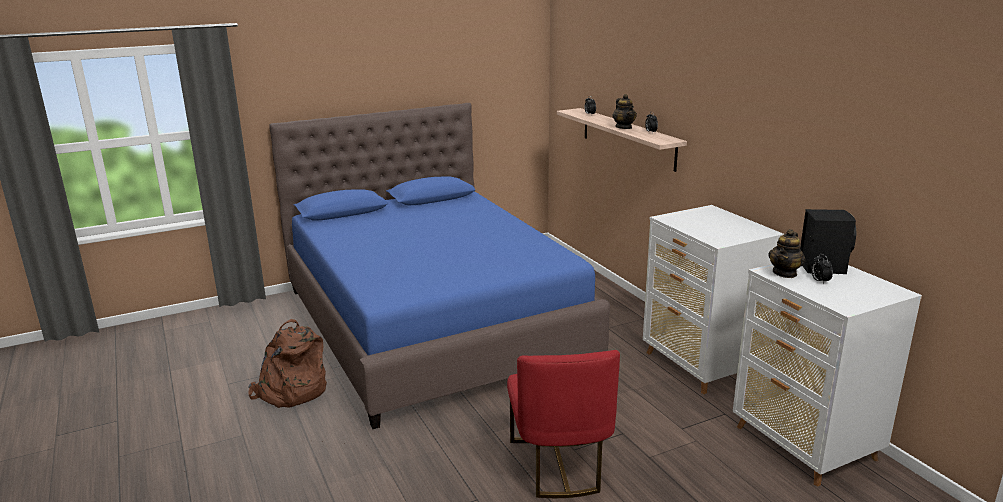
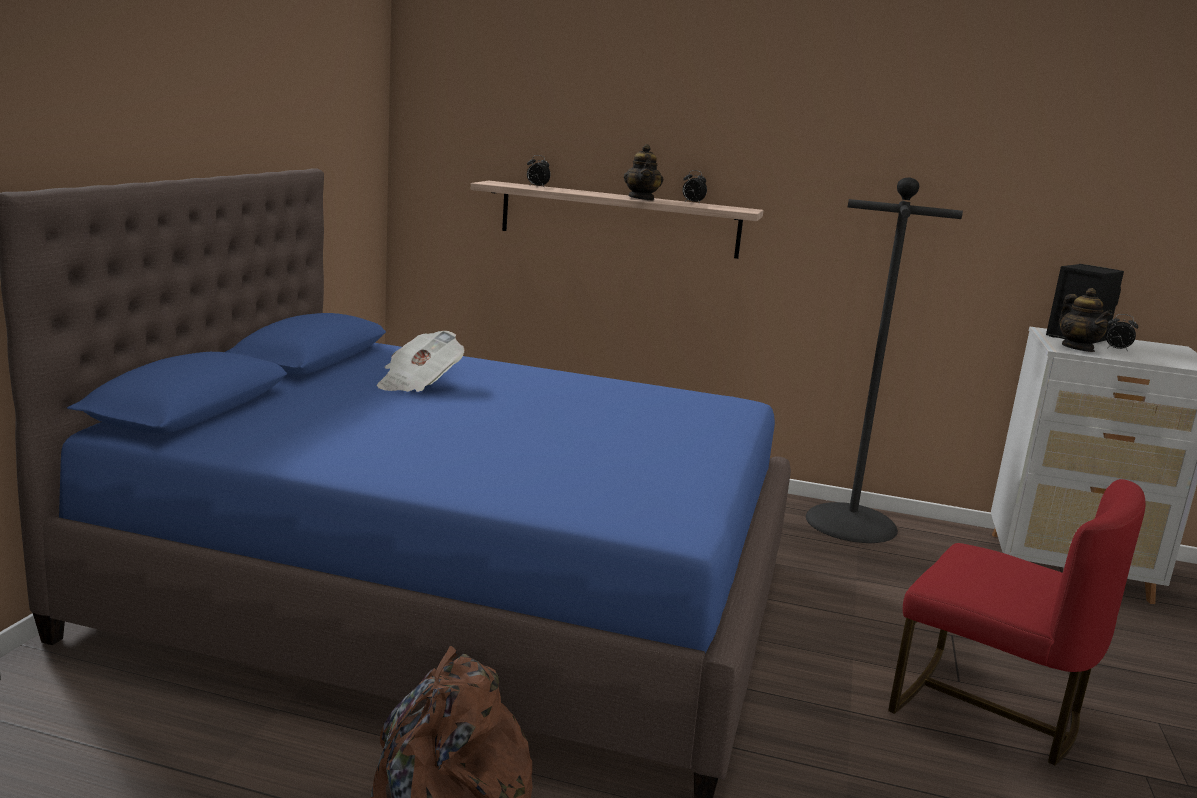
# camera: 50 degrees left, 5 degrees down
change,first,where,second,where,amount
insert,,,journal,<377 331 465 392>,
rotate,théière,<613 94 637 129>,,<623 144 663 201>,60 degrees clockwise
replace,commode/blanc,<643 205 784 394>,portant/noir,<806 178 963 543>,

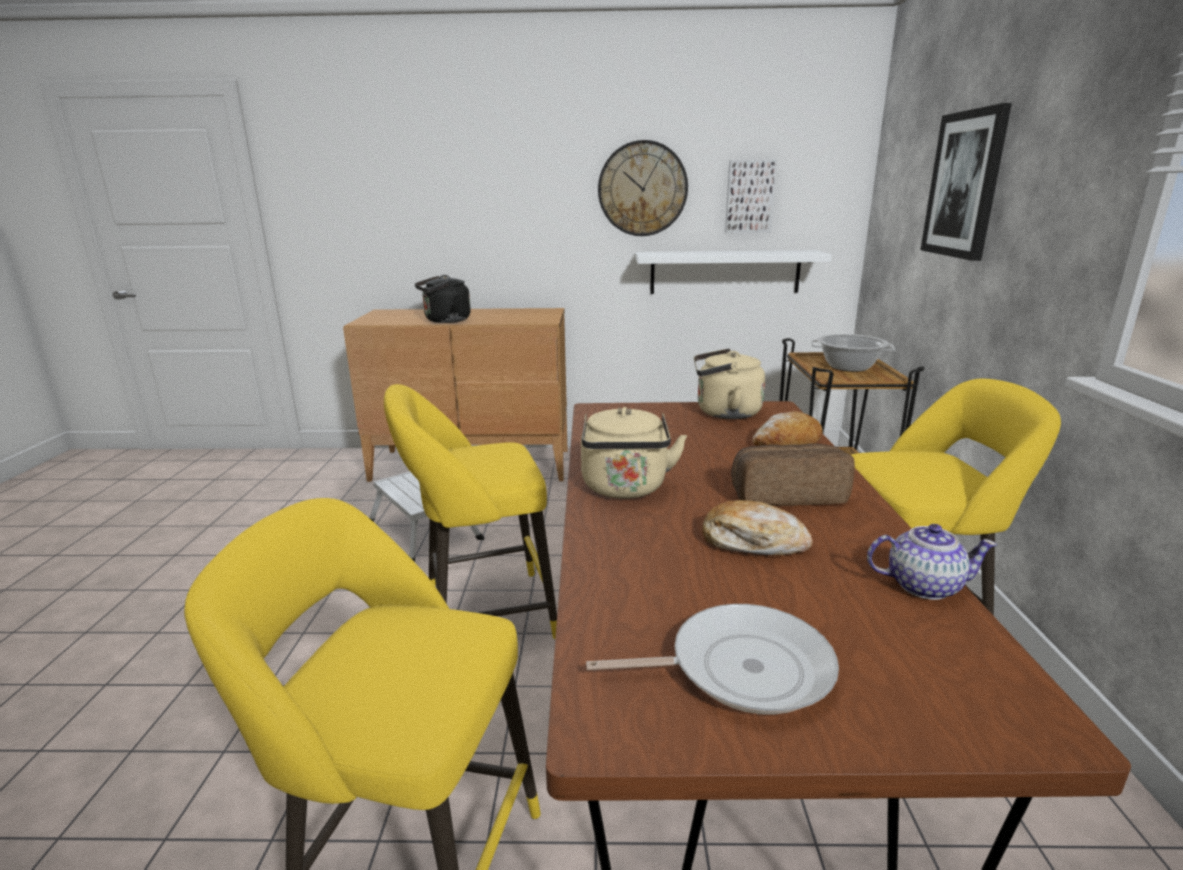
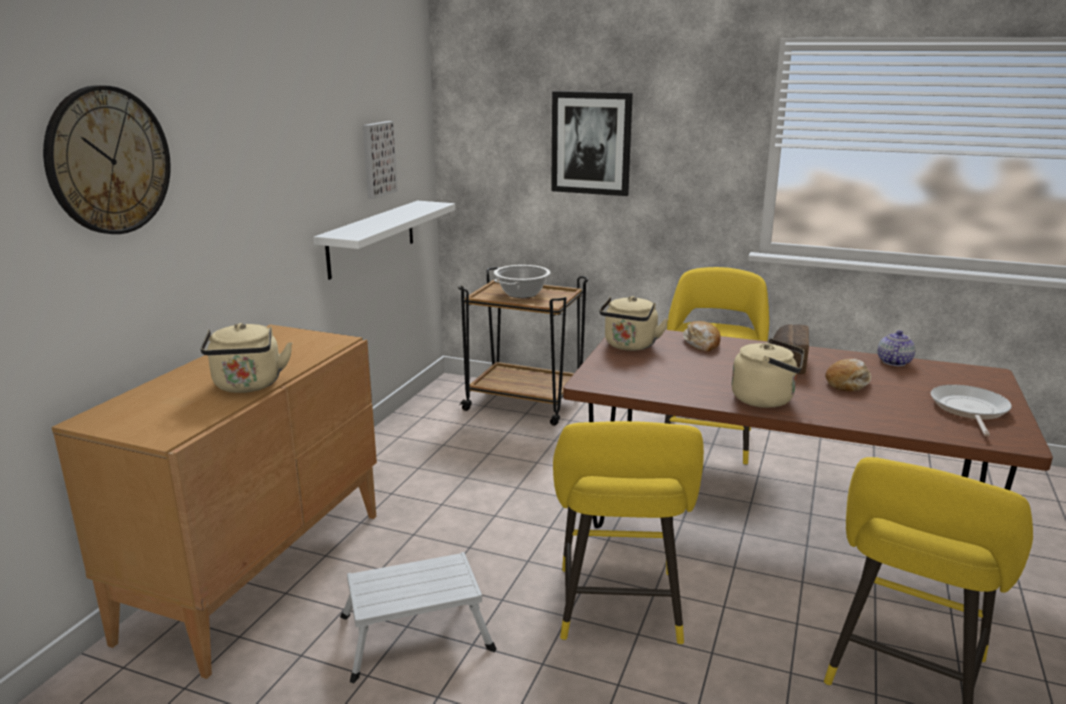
# camera: 70 degrees left, 0 degrees up
change,first,where,second,where,amount
move,horloge murale,<598 140 688 236>,,<43 85 171 234>,
recolor,bouilloire/noir,<415 275 471 323>,bouilloire/beige,<201 323 292 393>,

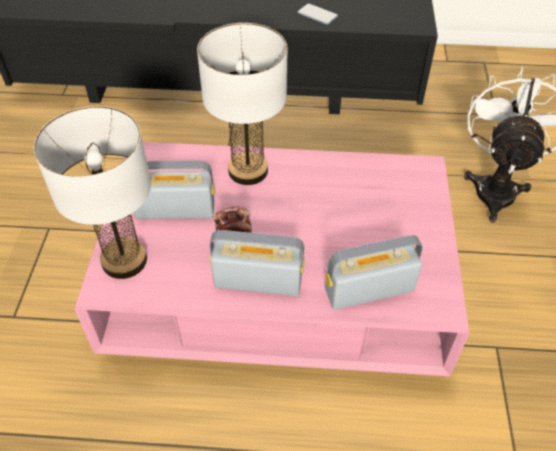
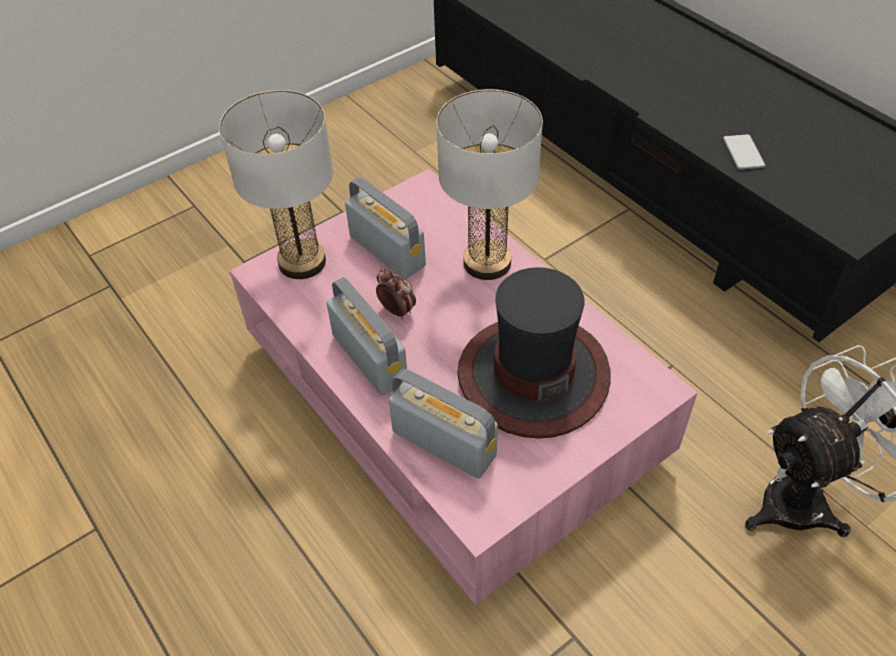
# camera: 50 degrees right, 0 degrees up
change,first,where,second,where,amount
insert,,,chapeau,<457 267 611 439>,

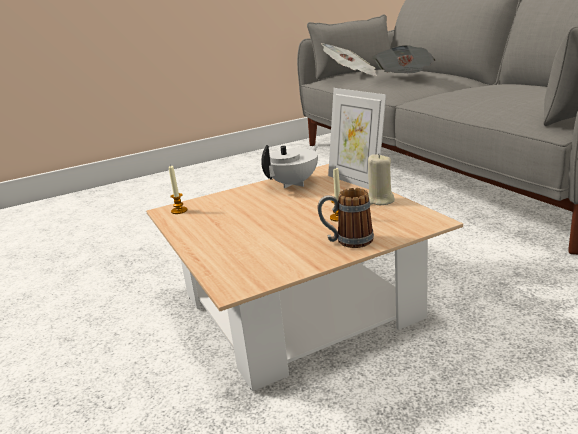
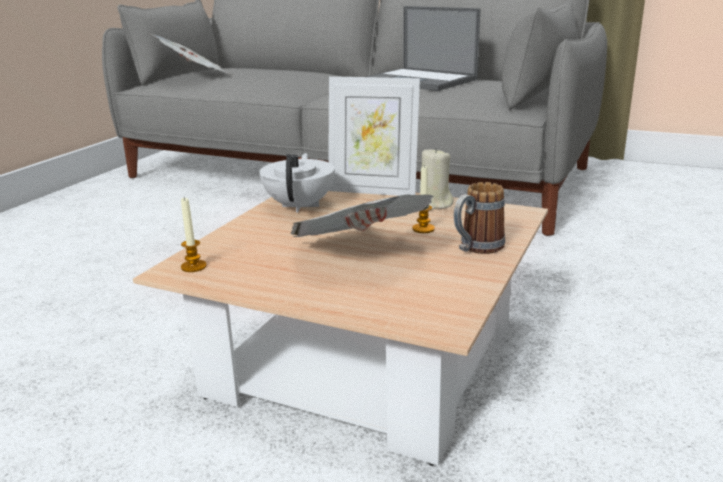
# camera: 40 degrees left, 0 degrees up
change,first,where,second,where,amount
move,journal,<372 45 435 73>,,<291 194 434 237>,
insert,,,ordinateur portable,<366 6 480 91>,

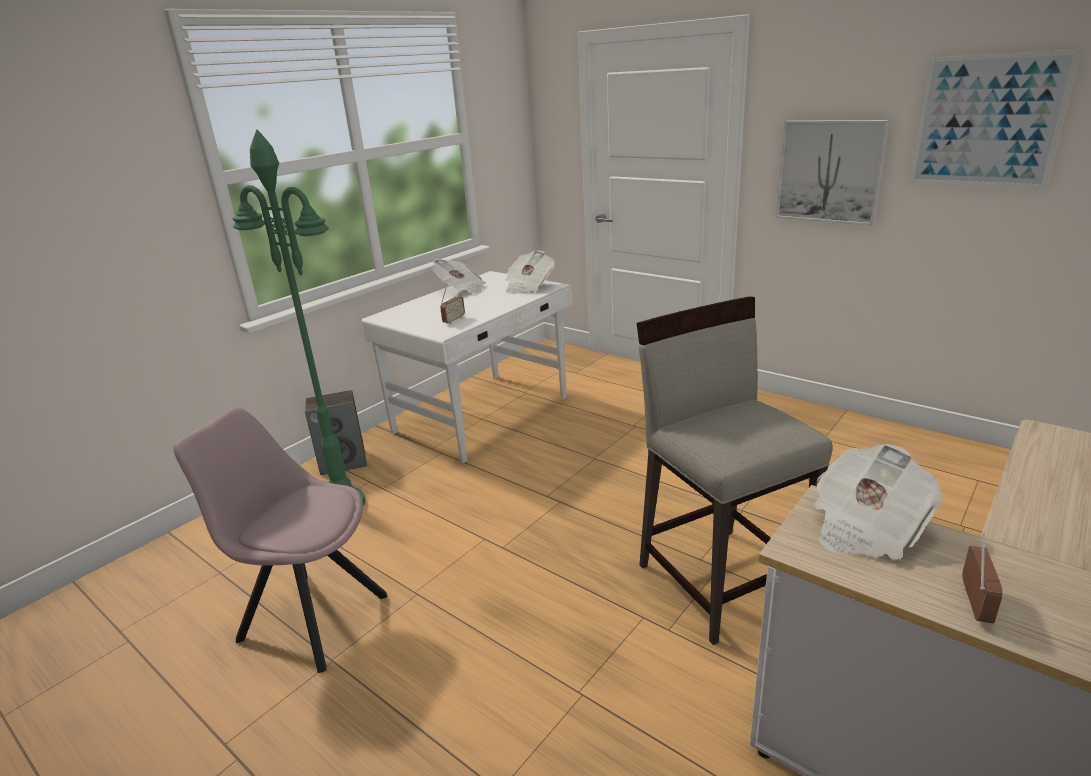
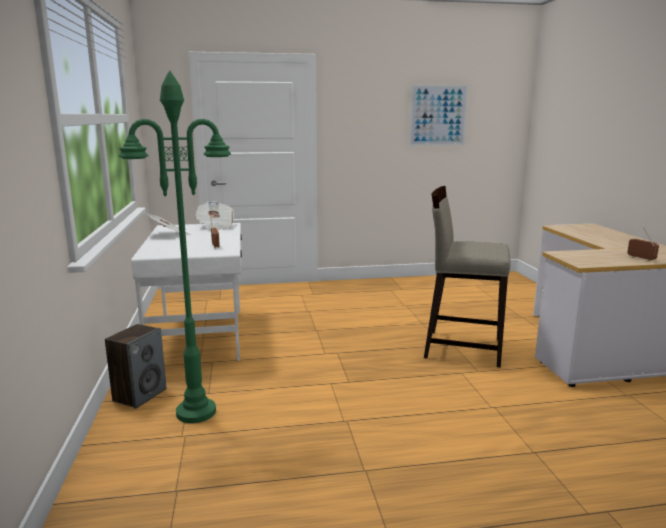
# camera: 50 degrees left, 10 degrees down
change,first,where,second,where,amount
delete,chaise/rose,<173 407 388 673>,,,
delete,tableau,<776 120 889 226>,,,
delete,journal,<814 444 943 560>,,,

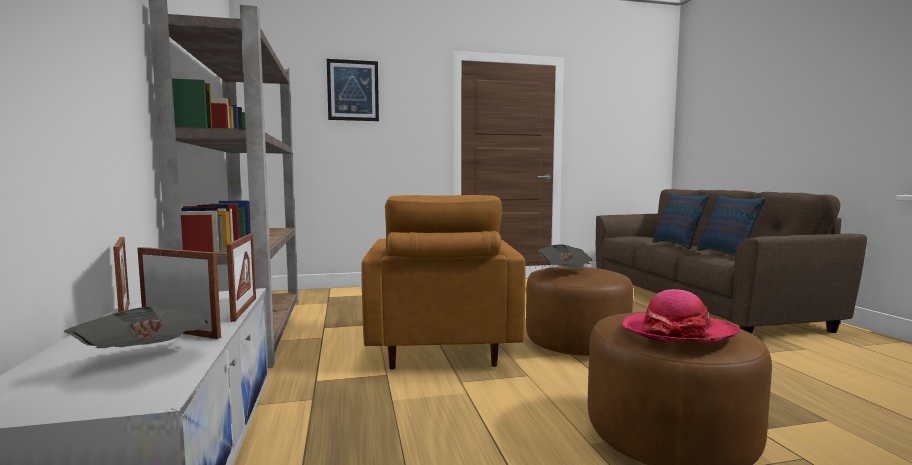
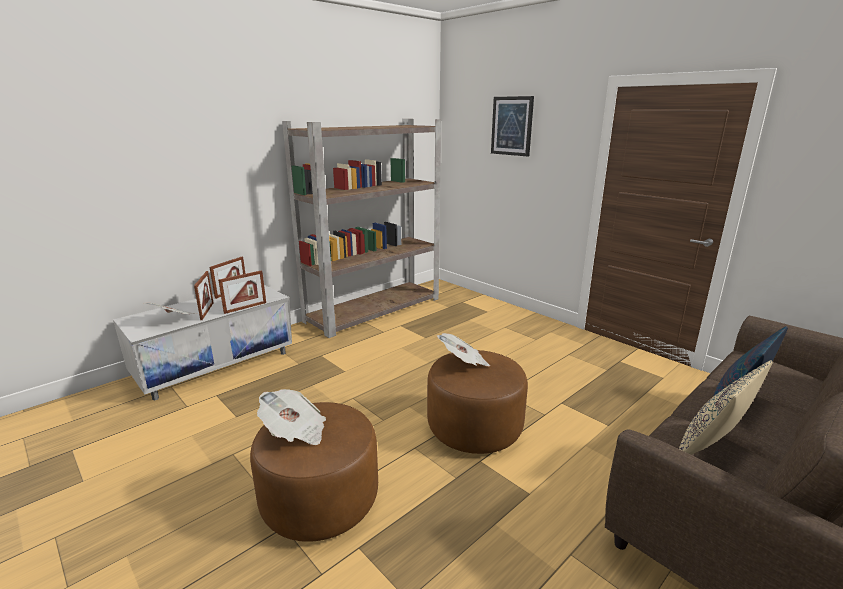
# camera: 60 degrees right, 15 degrees up
change,first,where,second,where,amount
replace,chapeau,<622 289 741 343>,journal,<257 389 326 445>,
recolor,coussin/bleu,<697 195 766 256>,coussin/beige,<679 360 773 455>,
delete,fauteuil/marron,<361 195 526 369>,,,

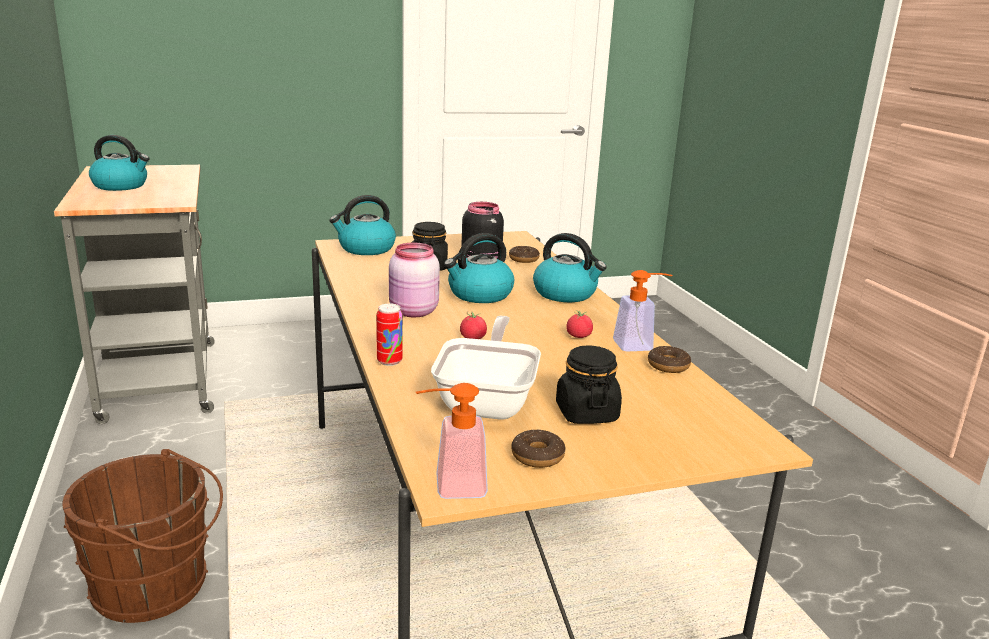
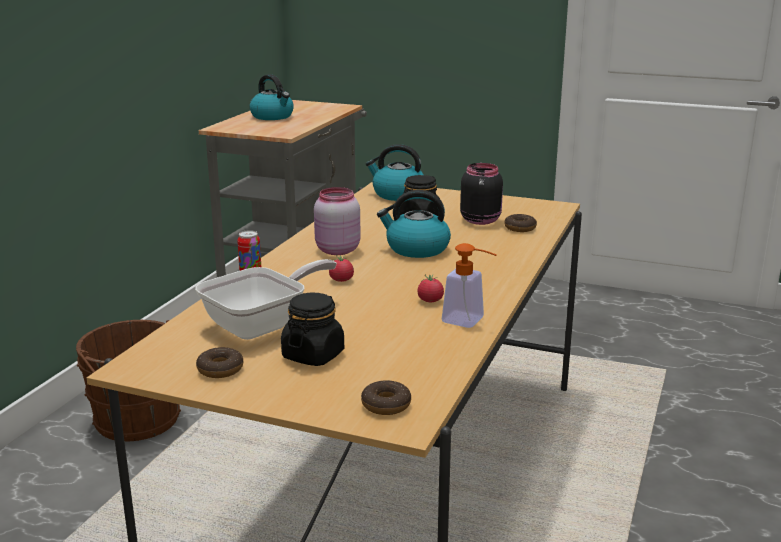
# camera: 40 degrees right, 0 degrees up
change,first,where,second,where,amount
move,beignet,<648 346 691 373>,,<361 380 411 415>,
delete,distributeur de savon,<416 383 488 499>,,,
delete,bouilloire,<533 233 607 302>,,,

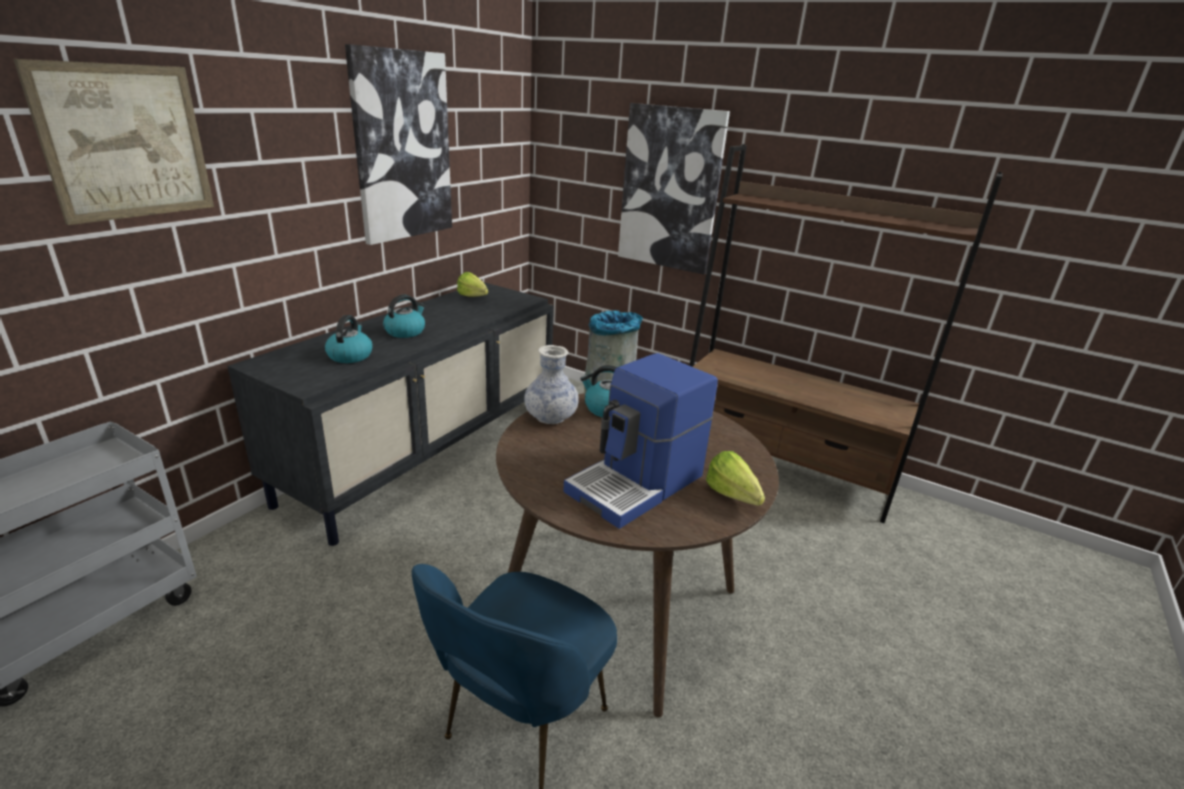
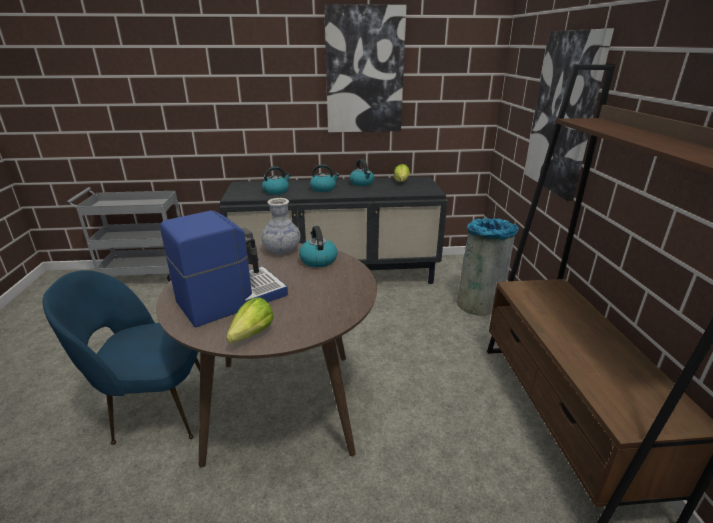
# camera: 55 degrees right, 0 degrees up
change,first,where,second,where,amount
rotate,machine à café,<563 353 718 529>,,<160 210 288 327>,135 degrees clockwise
insert,,,bouilloire,<349 159 374 186>,
delete,tableau,<13 59 214 225>,,,

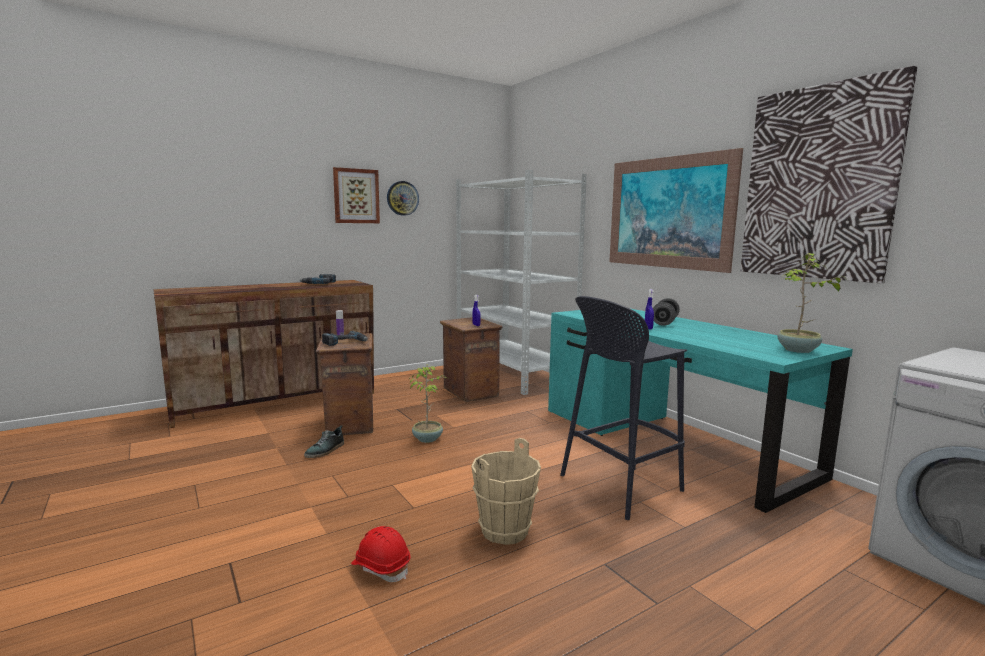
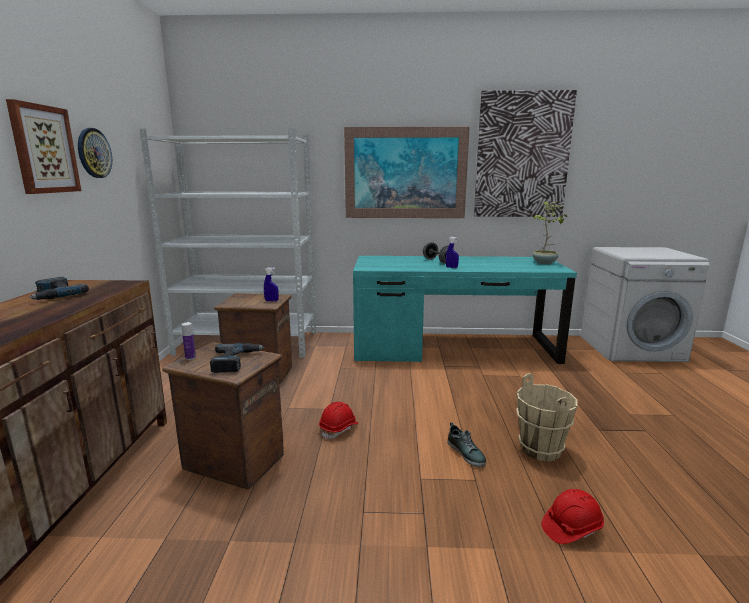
# camera: 55 degrees left, 5 degrees up
change,first,where,second,where,amount
replace,plante en pot,<409 366 447 443>,casque de chantier/rouge,<319 402 359 440>,
move,chaussure,<304 425 344 458>,,<447 422 486 467>,
delete,tabouret/gris,<560 296 687 520>,,,

